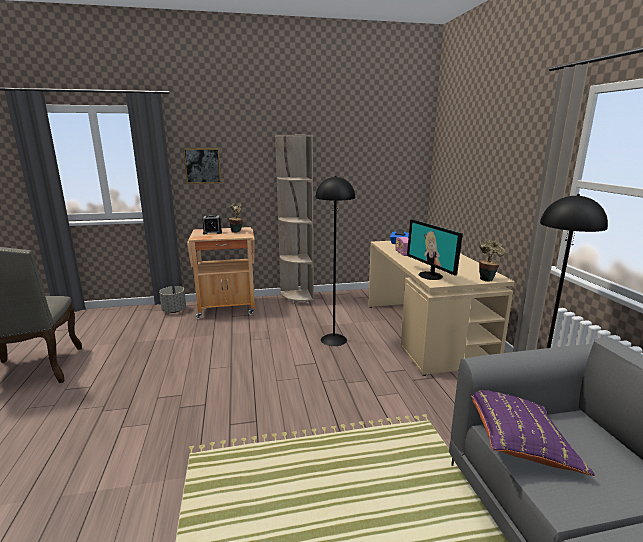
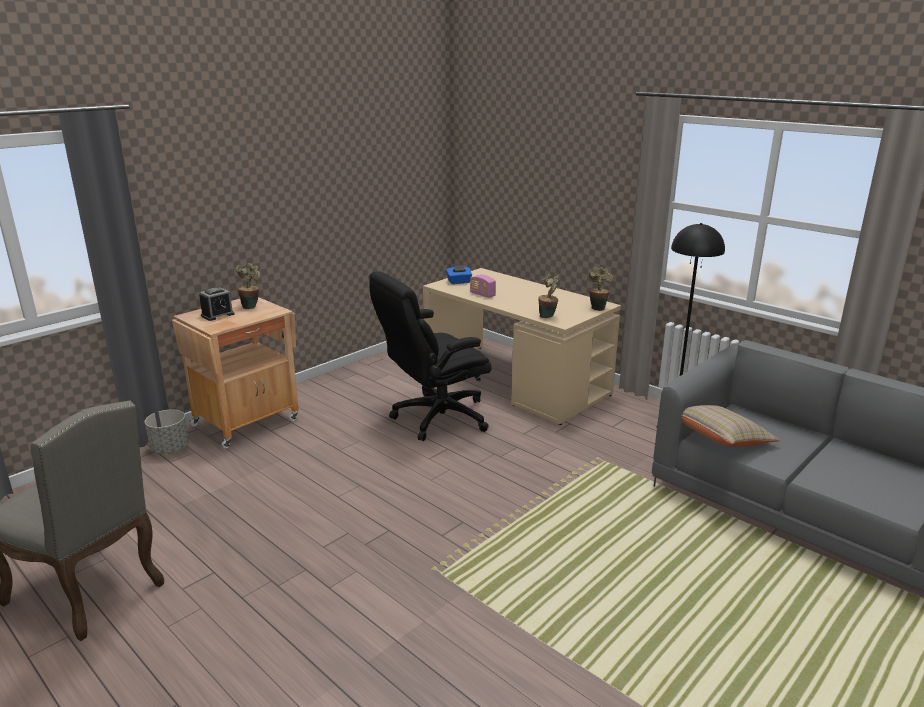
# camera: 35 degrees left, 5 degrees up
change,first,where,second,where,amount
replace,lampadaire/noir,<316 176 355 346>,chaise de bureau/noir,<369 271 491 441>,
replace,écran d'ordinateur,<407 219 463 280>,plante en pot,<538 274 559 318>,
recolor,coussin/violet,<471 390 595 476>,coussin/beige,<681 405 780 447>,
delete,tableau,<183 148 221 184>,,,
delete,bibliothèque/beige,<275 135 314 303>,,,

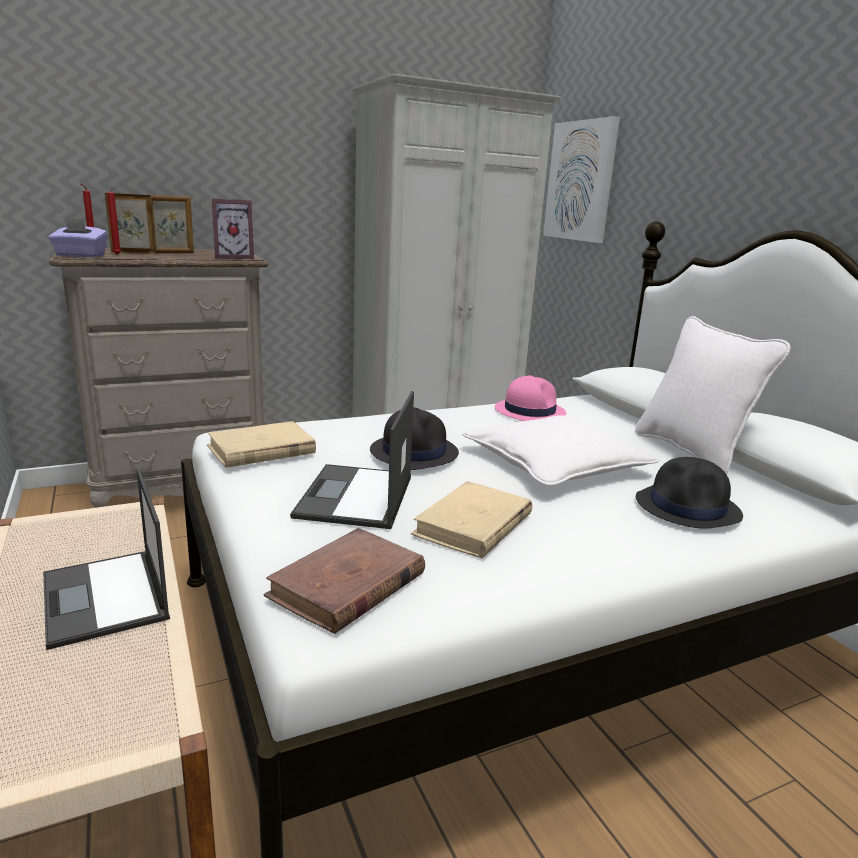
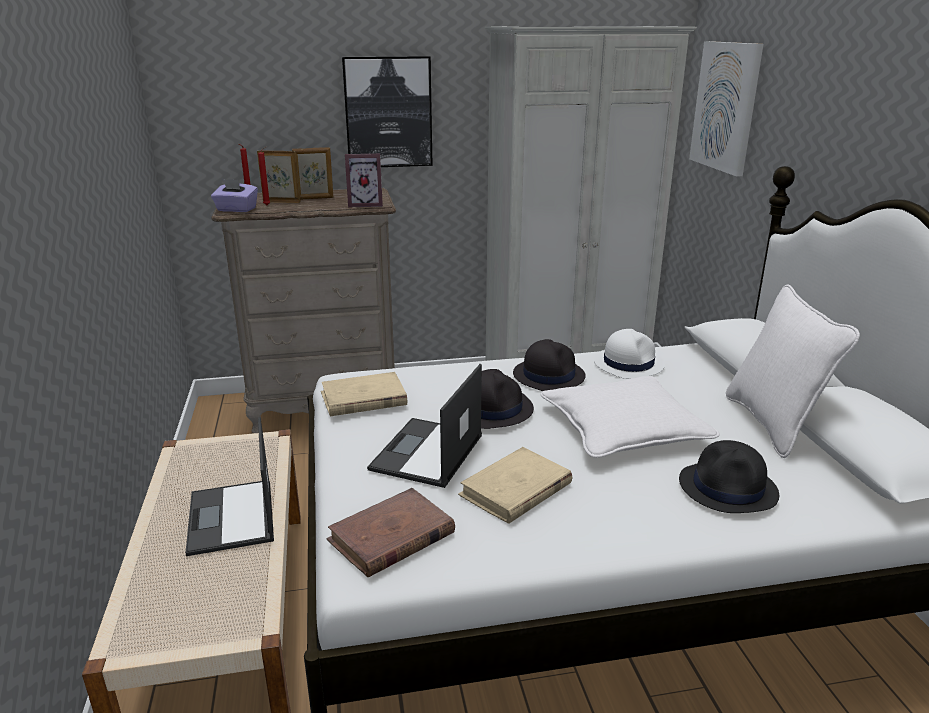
# camera: 15 degrees right, 5 degrees up
change,first,where,second,where,amount
insert,,,tableau,<342 56 433 167>,
insert,,,chapeau/noir,<513 339 586 391>,
recolor,chapeau/rose,<495 375 566 421>,chapeau/blanc,<594 329 665 379>,

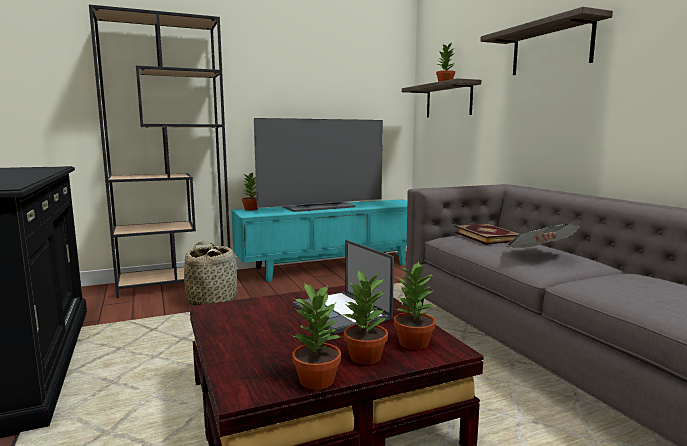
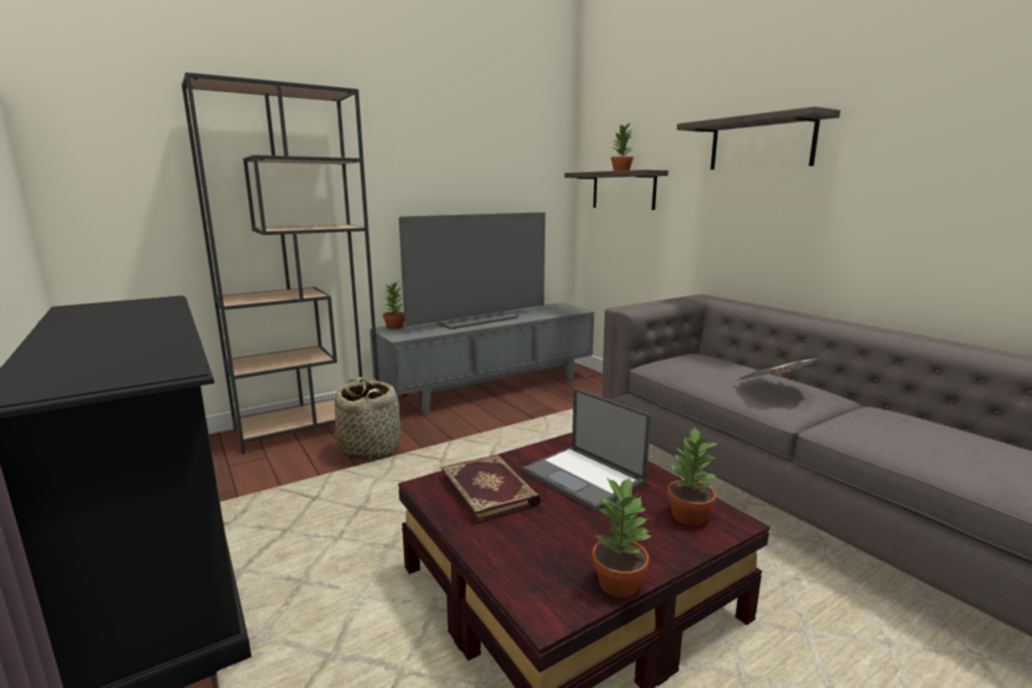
# camera: 10 degrees left, 5 degrees up
change,first,where,second,where,amount
recolor,meuble télé/turquoise,<232 199 407 282>,meuble télé/gris,<370 303 594 415>,
move,livre,<454 224 519 245>,,<441 455 541 524>,
delete,plante en pot,<342 271 388 365>,,,

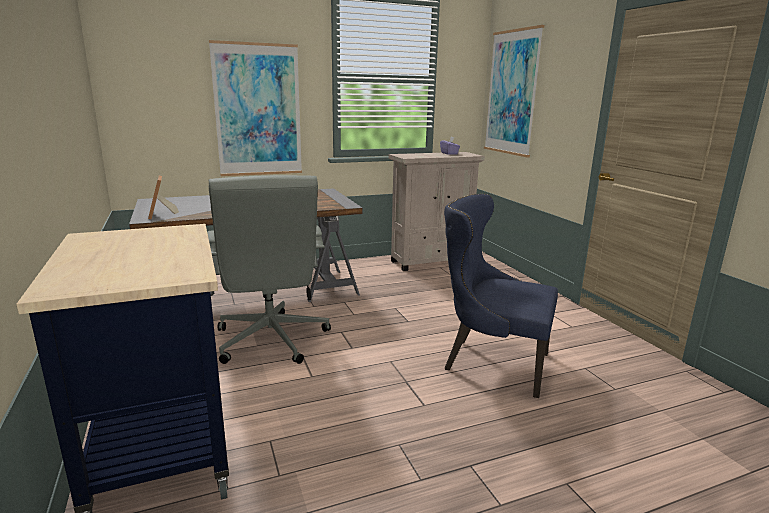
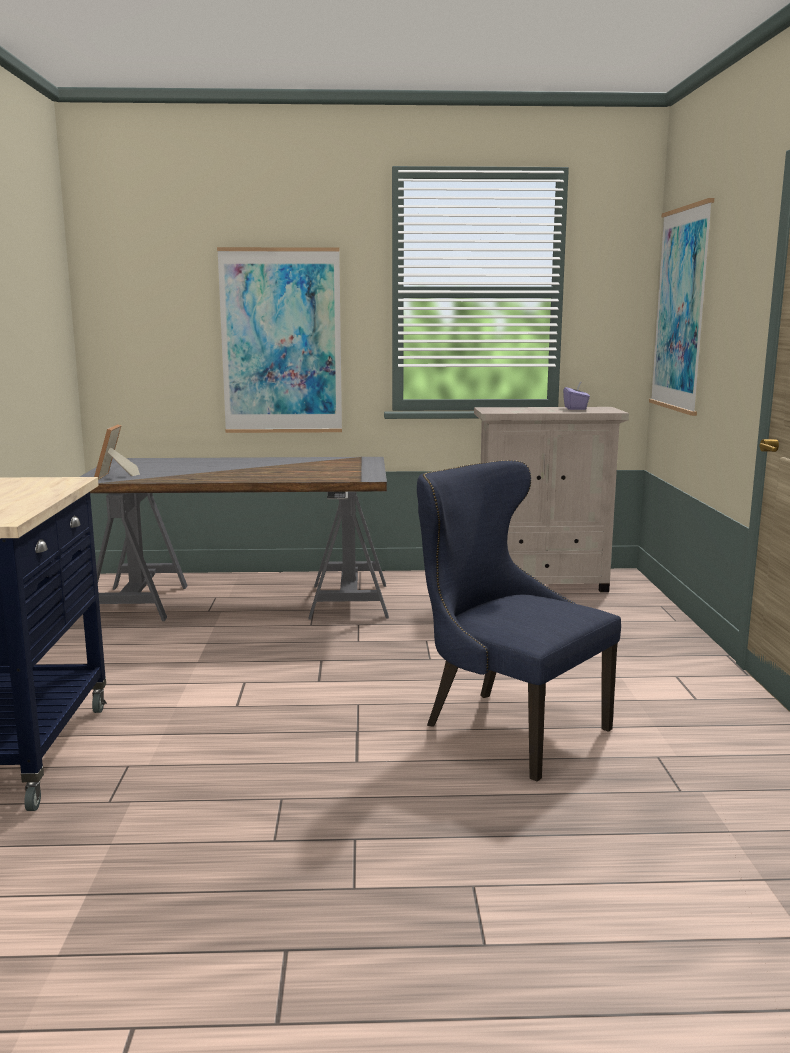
# camera: 20 degrees right, 5 degrees down
change,first,where,second,where,amount
delete,chaise de bureau/gris,<207 175 331 364>,,,

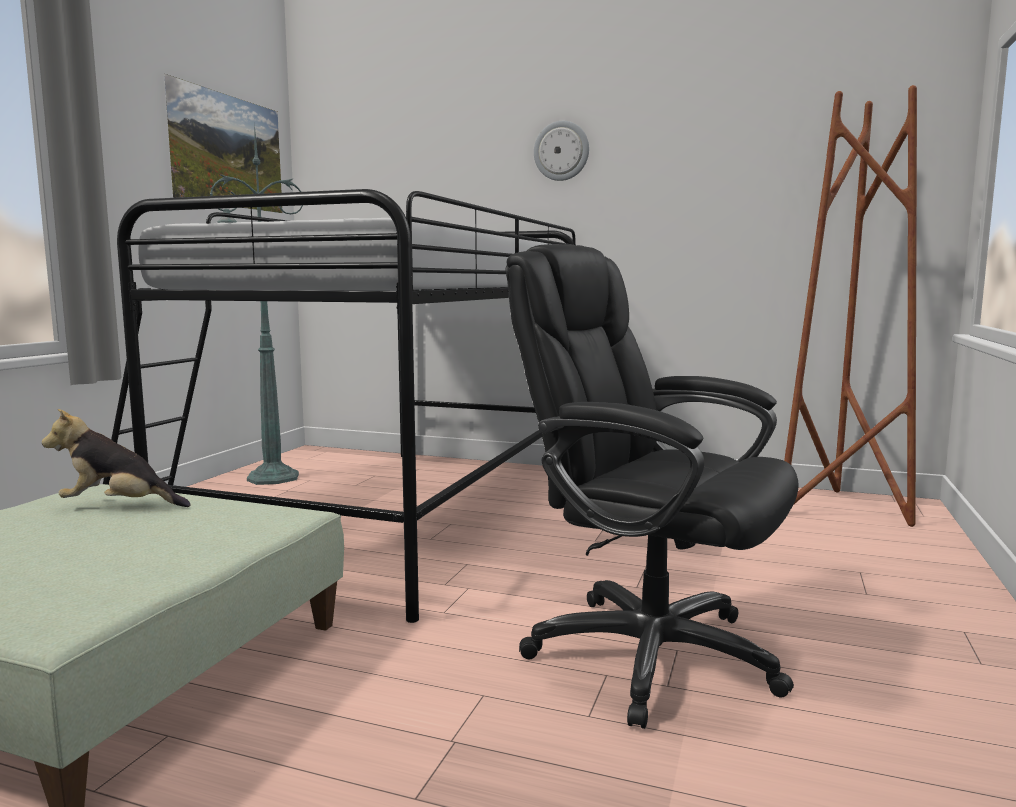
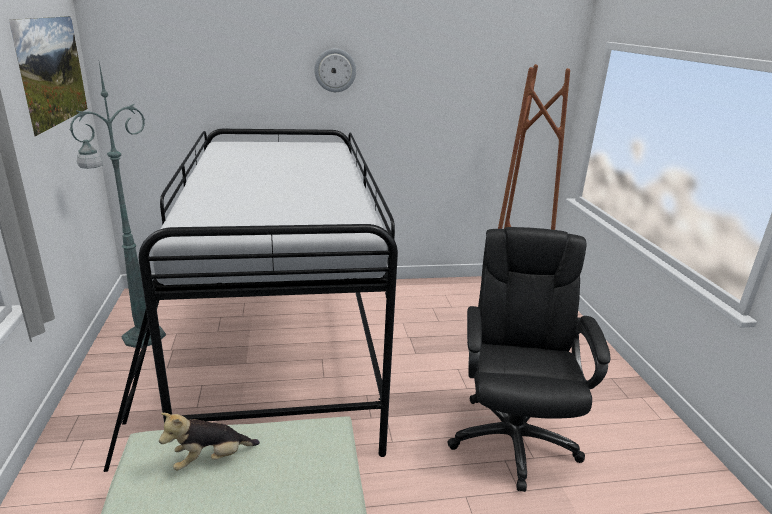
# camera: 30 degrees left, 15 degrees up
change,first,where,second,where,amount
rotate,chaise de bureau/noir,<506 244 798 729>,,<447 227 610 492>,90 degrees clockwise

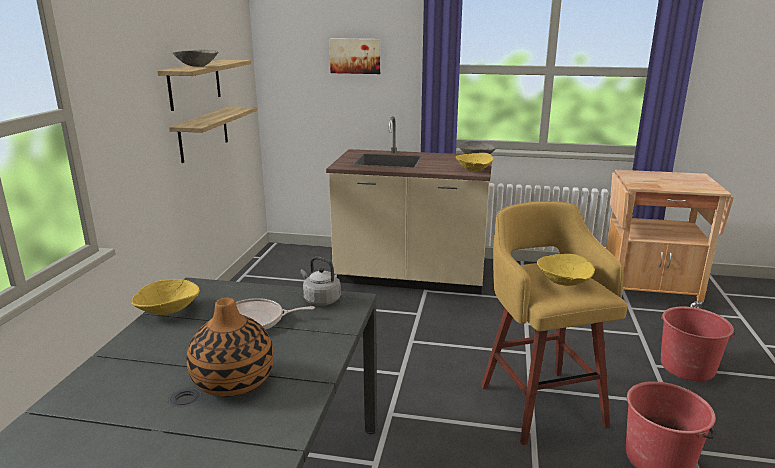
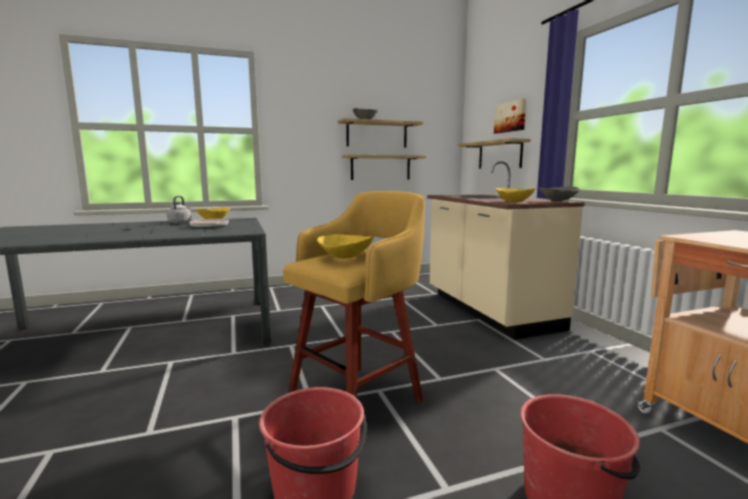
# camera: 60 degrees right, 10 degrees down
change,first,where,second,where,amount
move,bouilloire/gris,<300 256 341 306>,,<167 196 191 224>,
insert,,,étagère,<458 138 531 168>,
delete,vase,<186 298 274 397>,,,

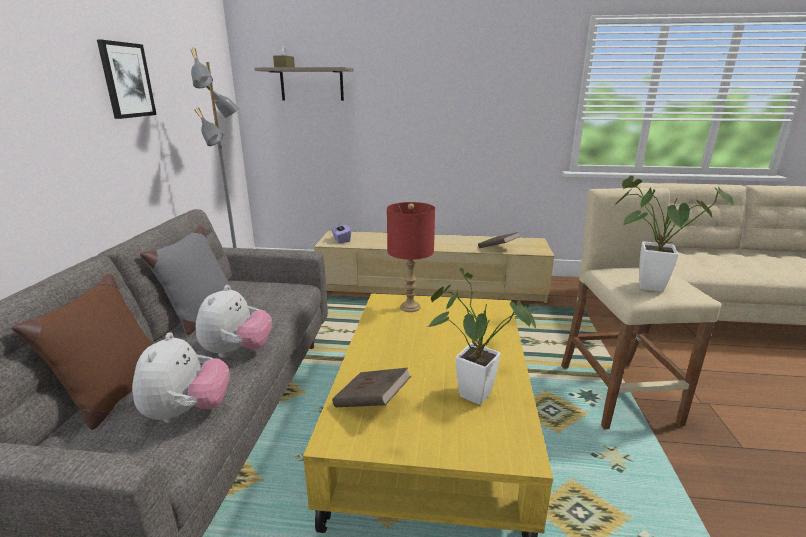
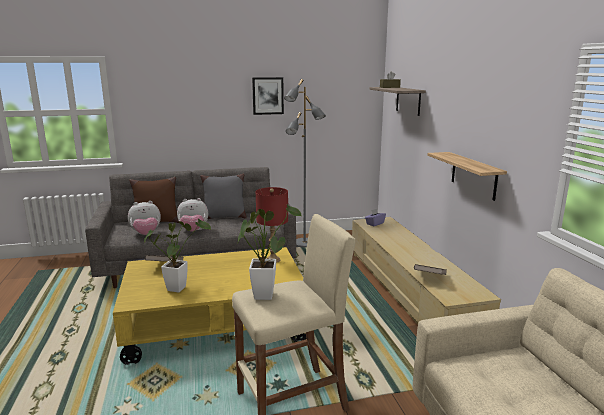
# camera: 70 degrees right, 5 degrees down
change,first,where,second,where,amount
insert,,,étagère,<427 152 507 201>,

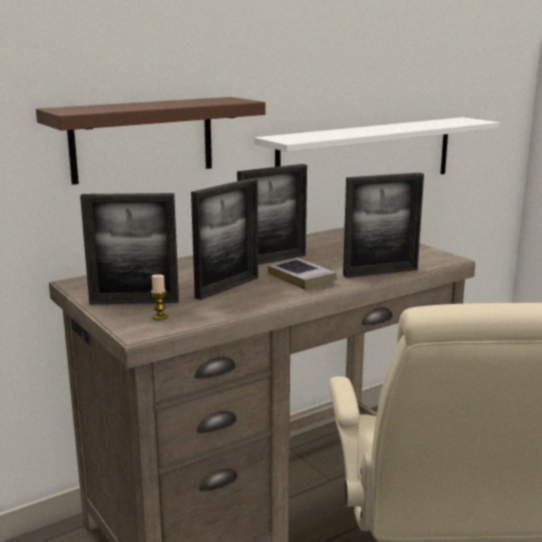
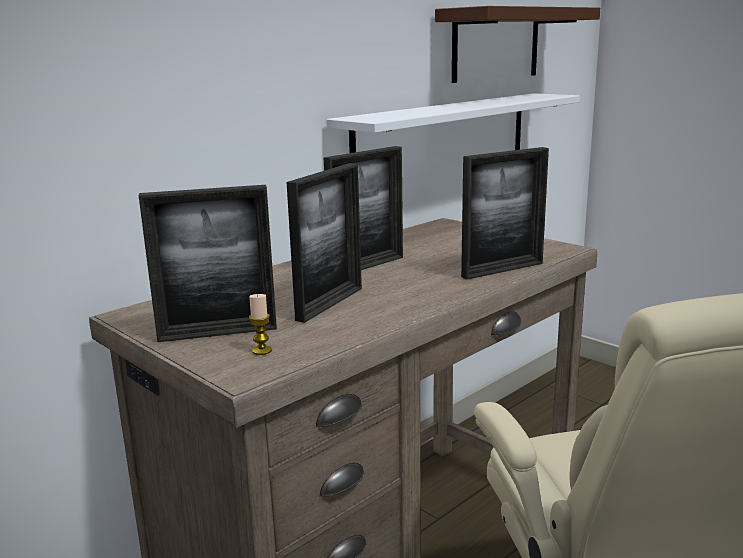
# camera: 10 degrees left, 0 degrees up
change,first,where,second,where,amount
move,étagère/marron,<36 97 265 185>,,<435 6 600 83>,
delete,livre,<268 258 337 290>,,,

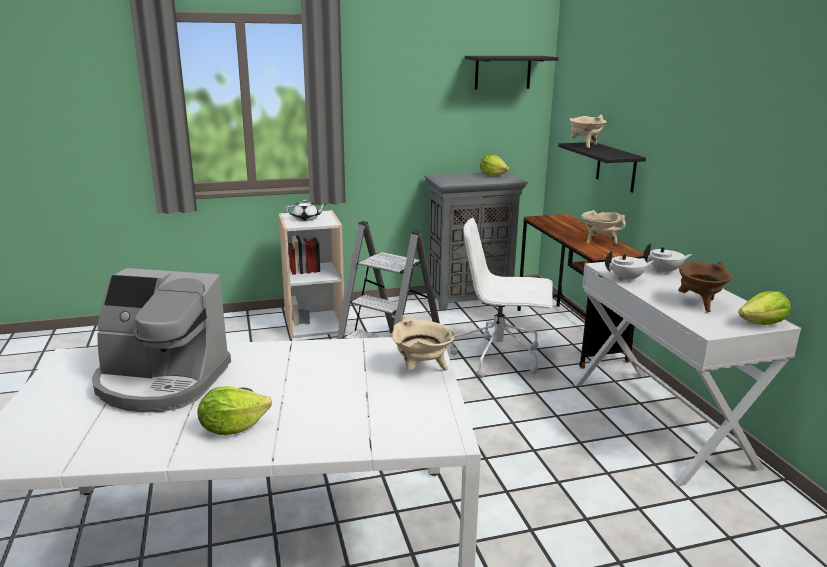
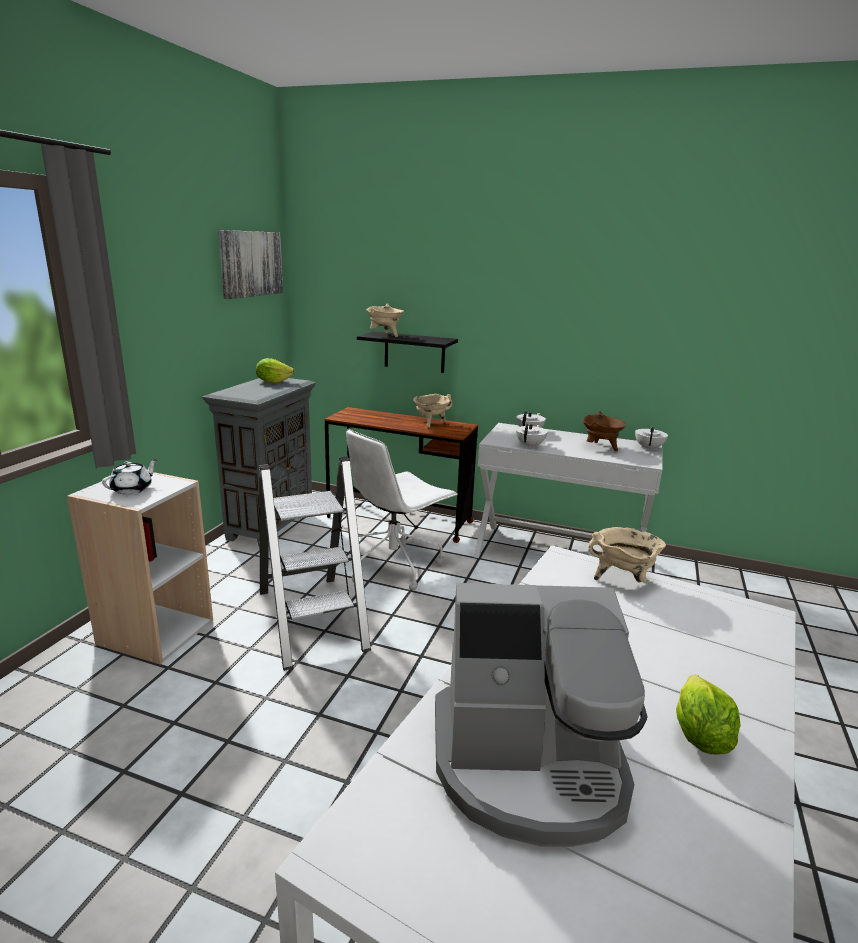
# camera: 55 degrees left, 0 degrees up
change,first,where,second,where,amount
replace,étagère/noir,<465 56 559 90>,tableau,<218 230 283 299>,
rotate,machine à café,<92 268 231 412>,,<435 583 648 847>,45 degrees clockwise
replace,laitue,<738 291 791 325>,théière/blanc,<635 427 668 451>,

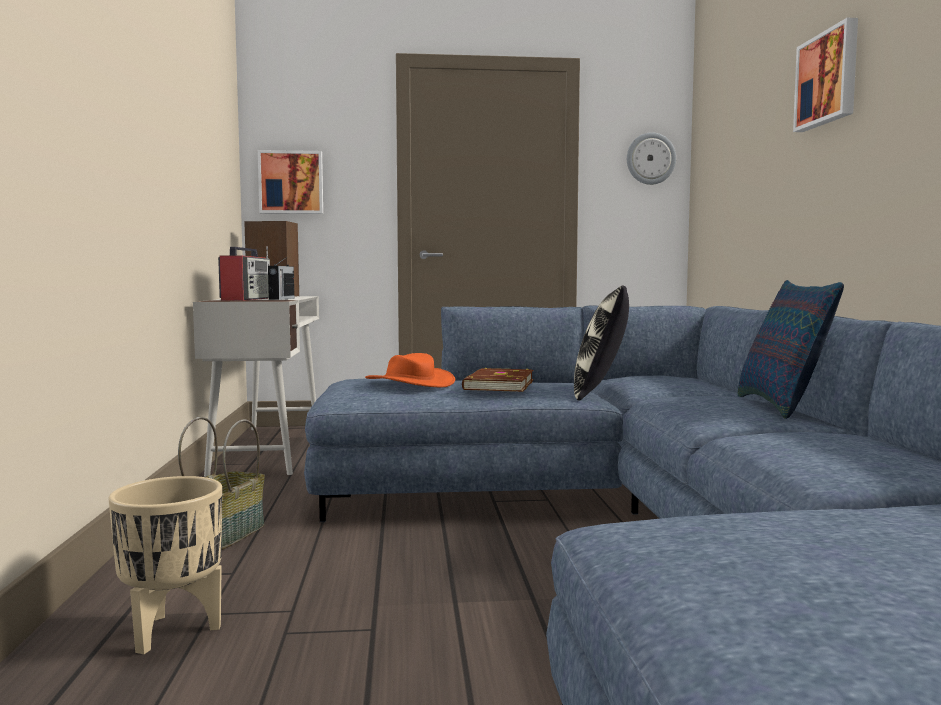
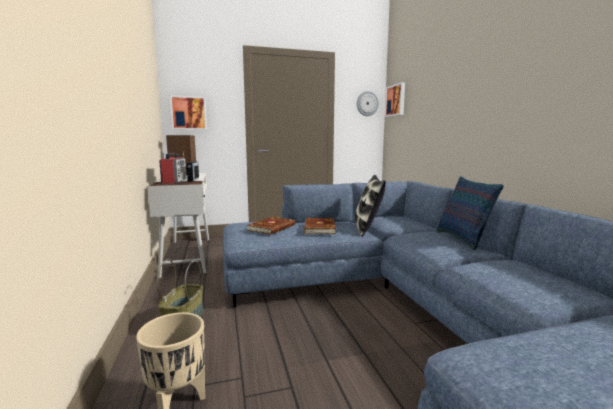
# camera: 10 degrees left, 5 degrees up
change,first,where,second,where,amount
replace,chapeau/orange,<365 353 455 388>,livre/marron,<247 217 295 235>,
move,tableau,<793 18 858 132>,,<385 82 405 117>,

